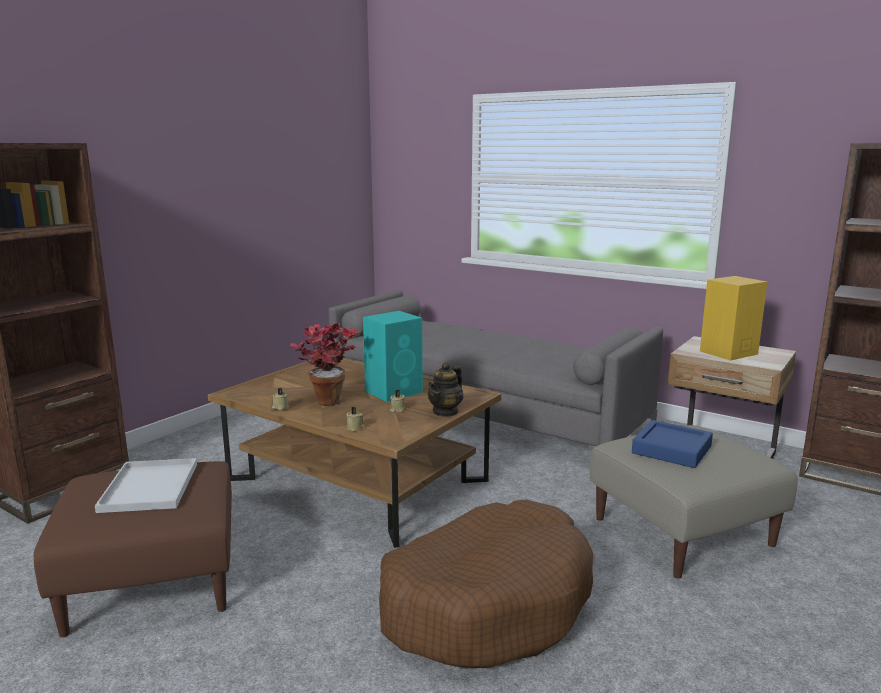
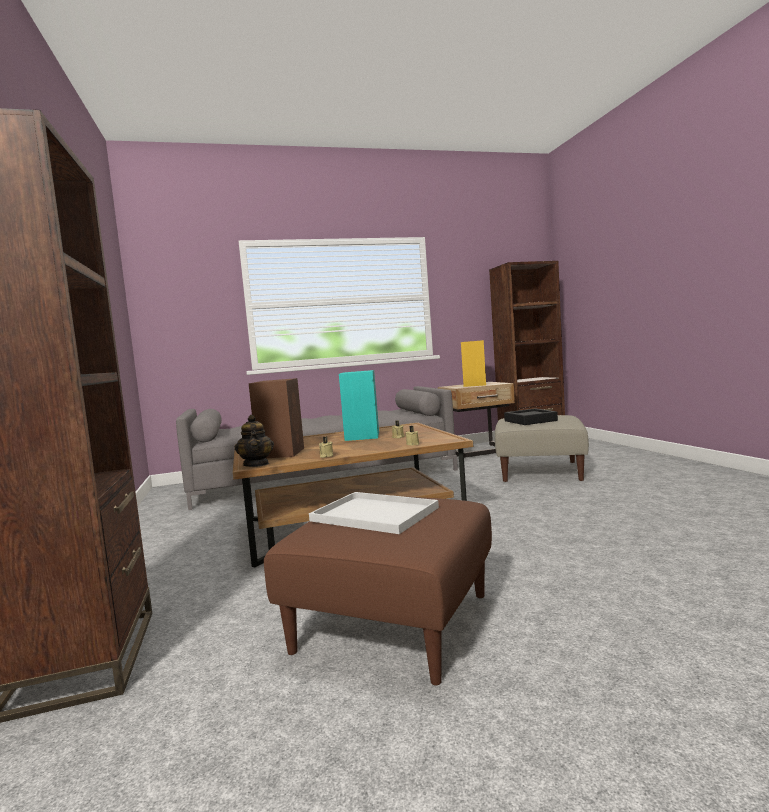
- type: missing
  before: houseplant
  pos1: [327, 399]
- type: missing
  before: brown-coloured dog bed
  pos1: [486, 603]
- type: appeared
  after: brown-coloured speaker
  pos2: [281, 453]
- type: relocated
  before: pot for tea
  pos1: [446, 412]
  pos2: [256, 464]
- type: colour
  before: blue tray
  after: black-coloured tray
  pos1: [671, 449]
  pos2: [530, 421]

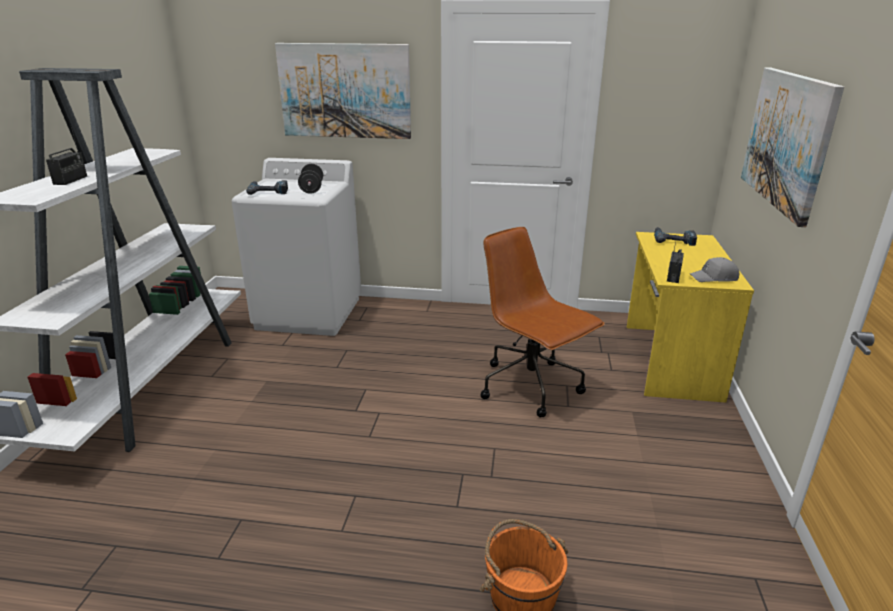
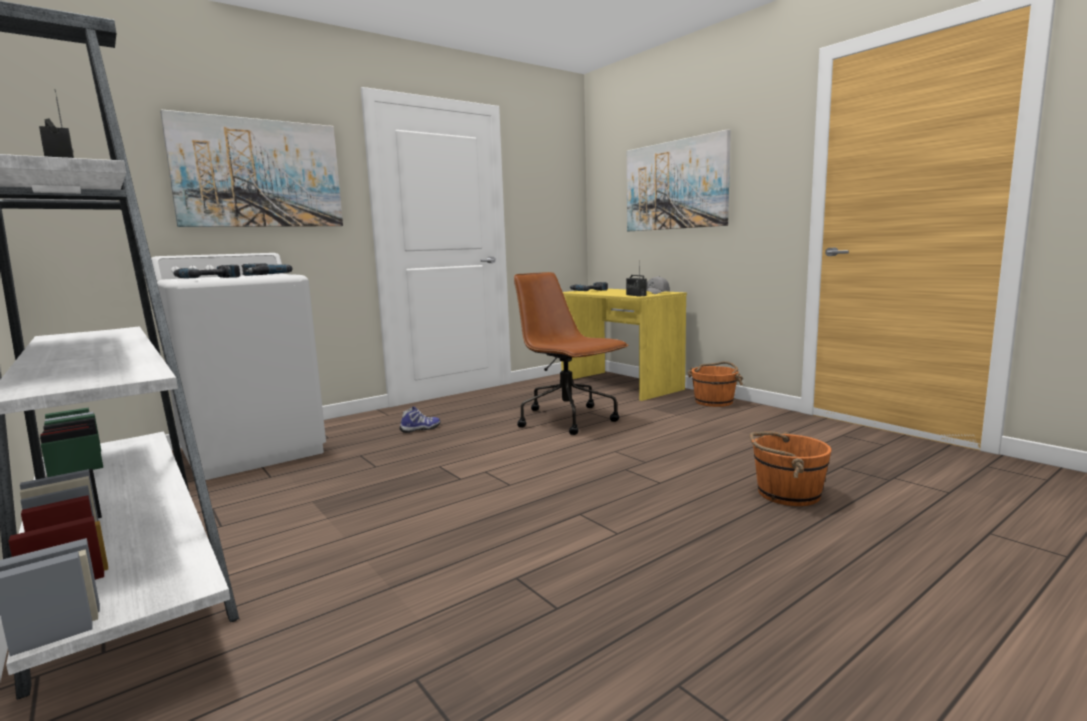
- type: appeared
  after: shoe
  pos2: [420, 429]
- type: appeared
  after: orangey bucket
  pos2: [714, 401]
- type: exchanged
  before: black-coloured dumbbell
  after: power drill
  pos1: [312, 189]
  pos2: [261, 275]
- type: spun
  before: brown-coloured computer chair
  pos1: [531, 387]
  pos2: [568, 420]
  turn: 45

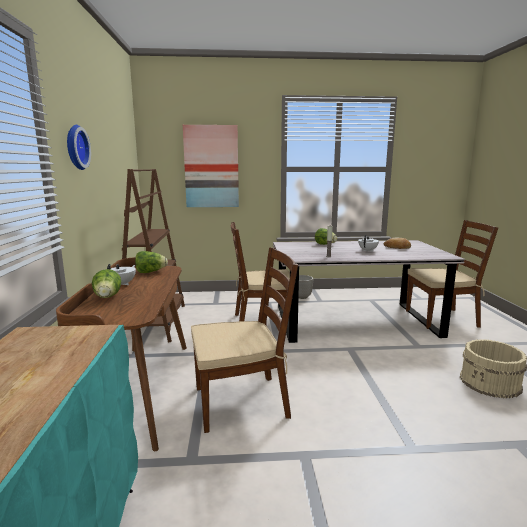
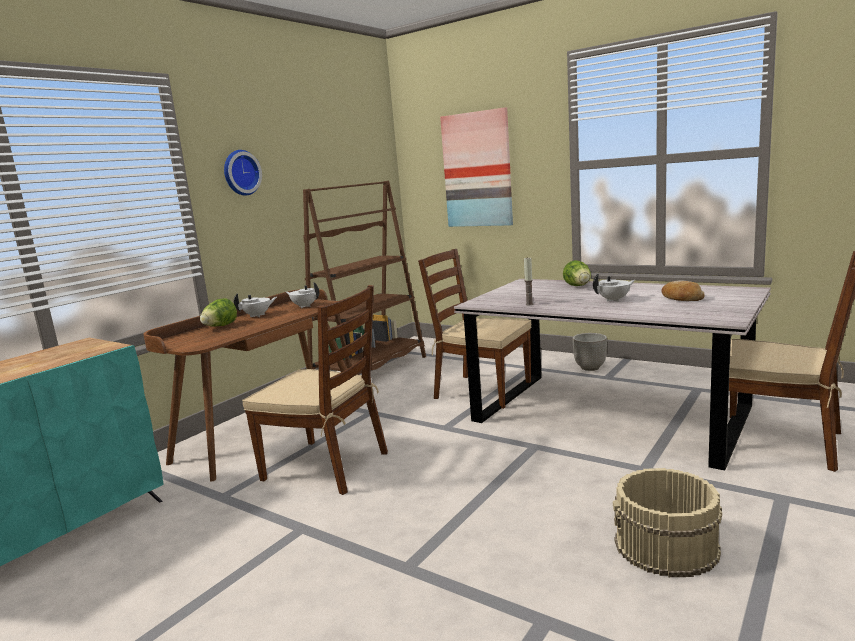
- type: exchanged
  before: lettuce
  after: whitish pot for tea
  pos1: [150, 272]
  pos2: [304, 306]

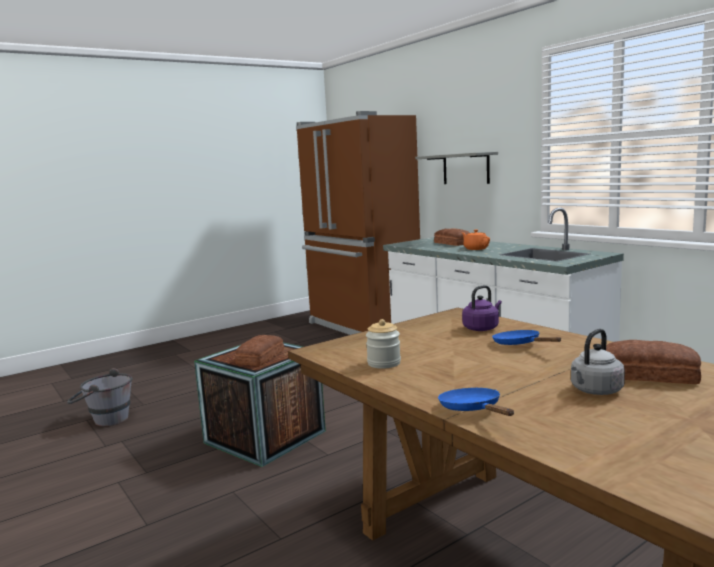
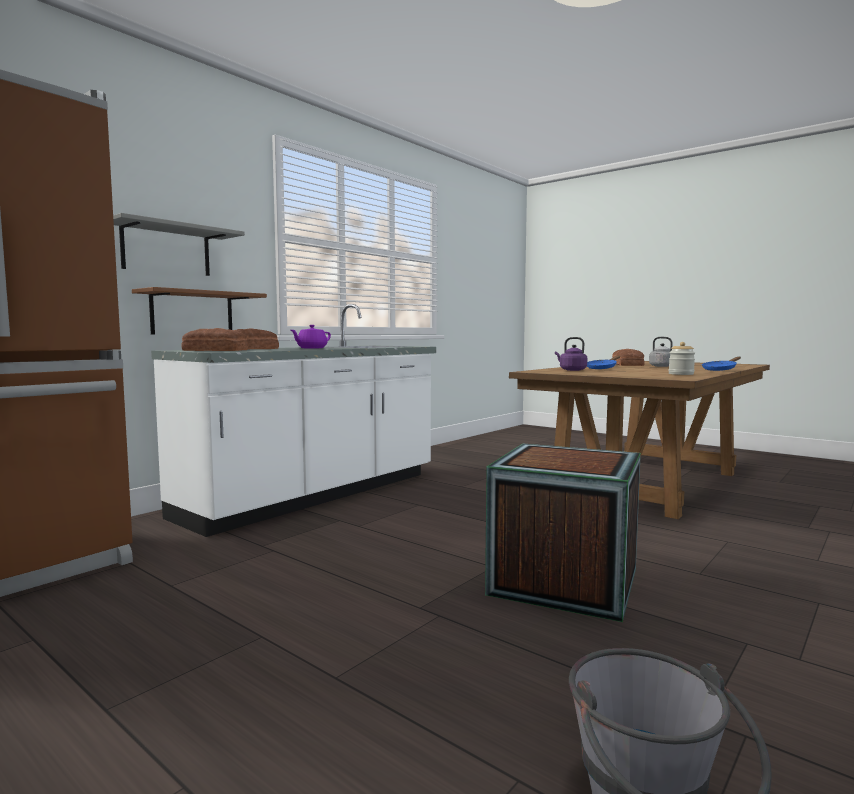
- type: appeared
  after: brown-coloured wall shelf
  pos2: [192, 313]
- type: relocated
  before: bakery bread
  pos1: [259, 357]
  pos2: [215, 350]
- type: colour
  before: orangey pot for tea
  after: purple-coloured pot for tea
  pos1: [475, 249]
  pos2: [311, 348]

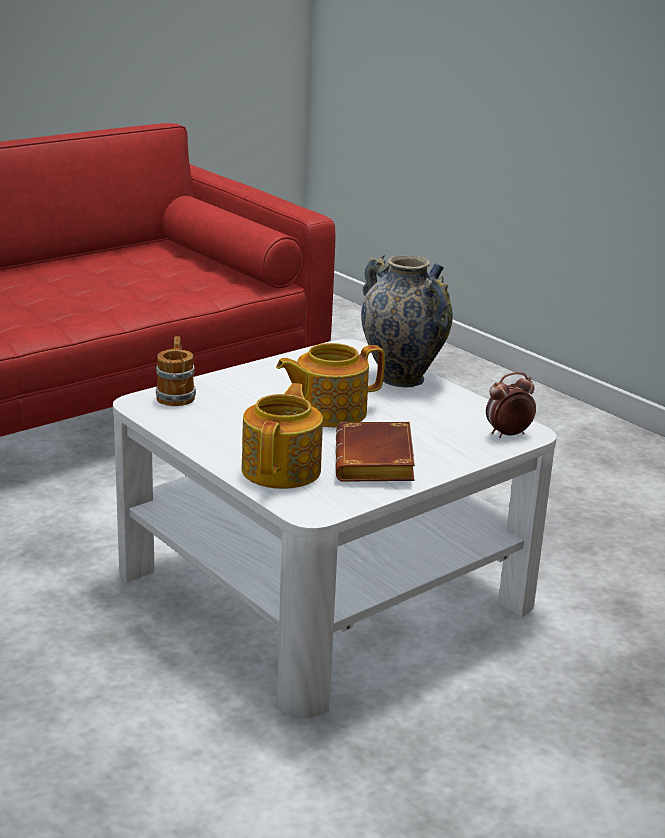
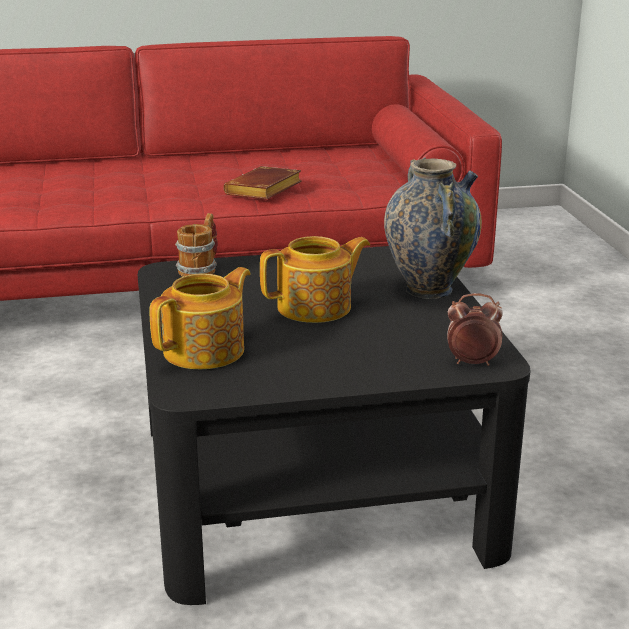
- type: relocated
  before: brown-coloured book
  pos1: [377, 463]
  pos2: [264, 191]
- type: colour
  before: whitish lounge table
  after: black-coloured lounge table
  pos1: [324, 588]
  pos2: [313, 486]
- type: spun
  before: pot for tea
  pos1: [328, 412]
  pos2: [316, 307]
  turn: 150

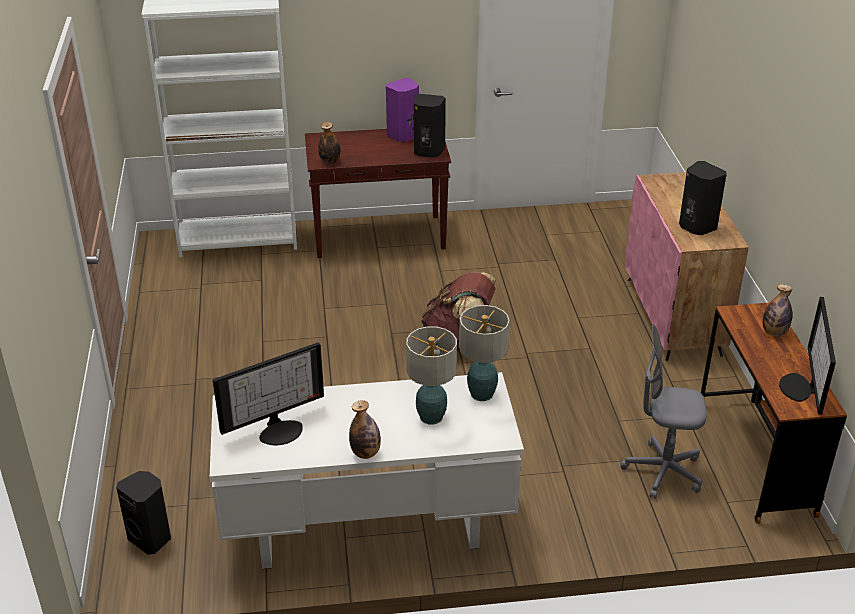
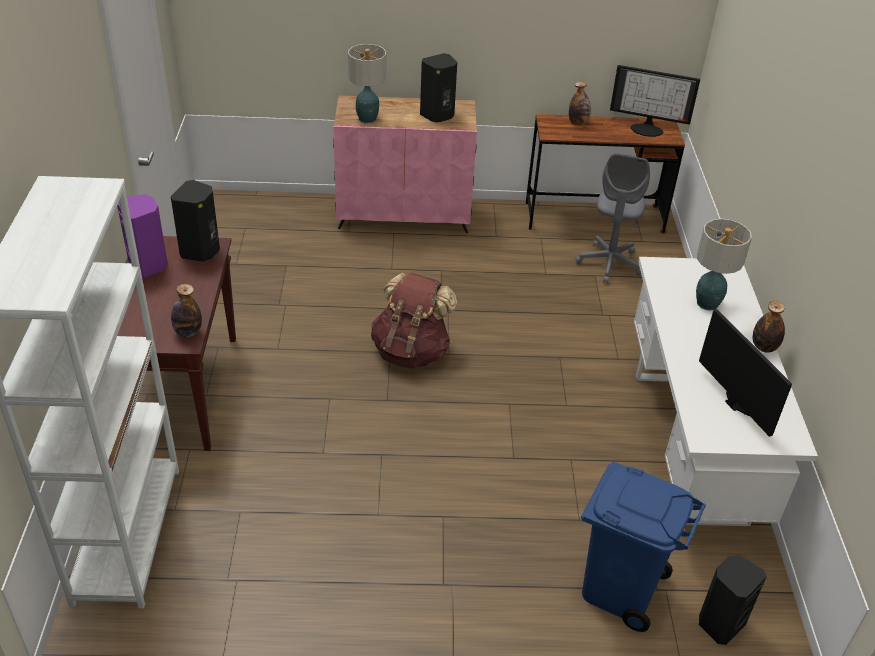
- type: appeared
  after: blue rubbish bin
  pos2: [619, 588]
- type: relocated
  before: lamp for a table
  pos1: [481, 393]
  pos2: [367, 119]

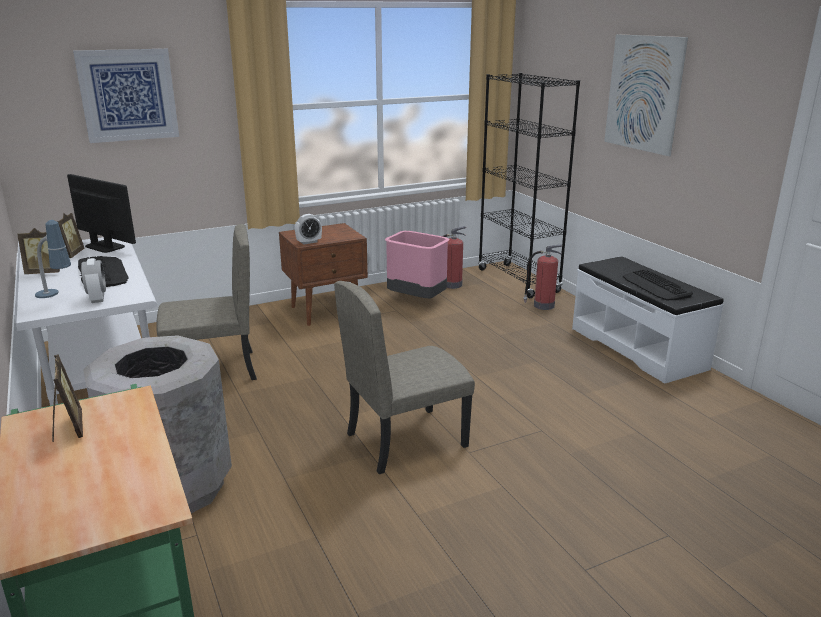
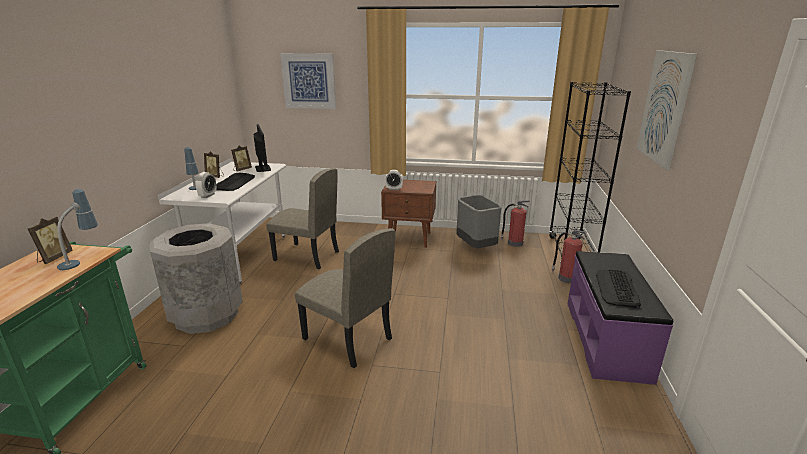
- type: appeared
  after: lamp for a table
  pos2: [82, 260]
- type: colour
  before: pink-coloured rubbish bin
  after: gray rubbish bin
  pos1: [417, 300]
  pos2: [476, 247]
- type: colour
  before: whitish long seat
  after: purple-coloured long seat
  pos1: [638, 348]
  pos2: [607, 339]
- type: spun
  before: beige-coloured plain chair
  pos1: [406, 439]
  pos2: [347, 339]
  turn: -150

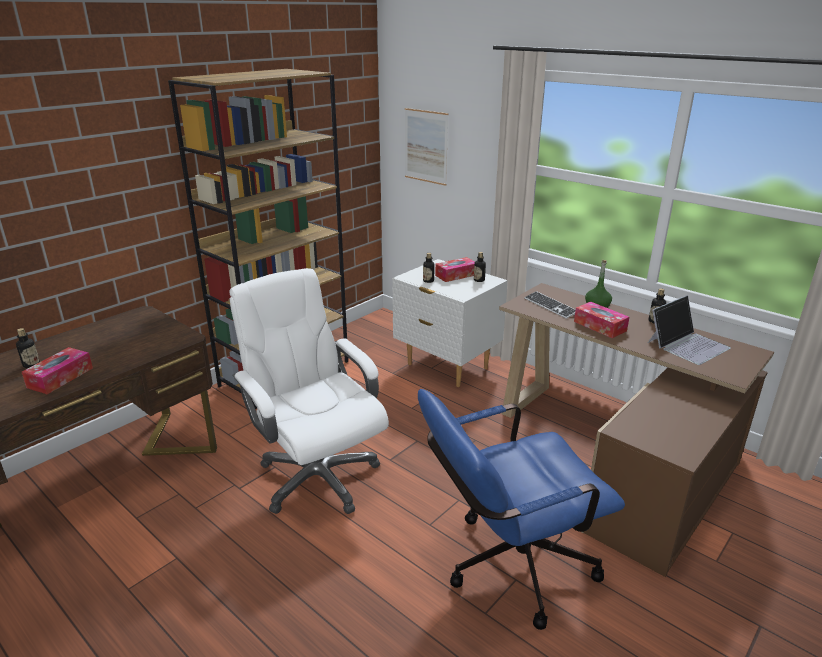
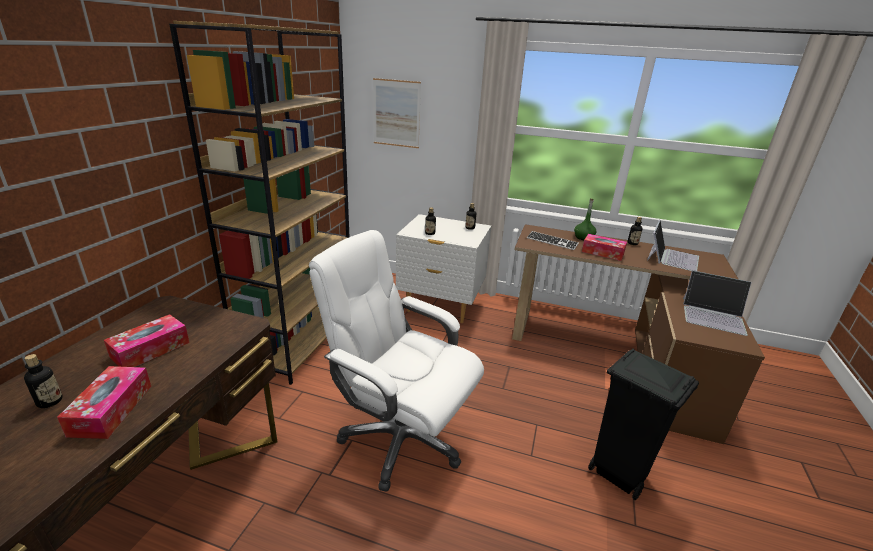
- type: appeared
  after: notebook computer
  pos2: [713, 316]
- type: relocated
  before: tissue holder
  pos1: [456, 275]
  pos2: [150, 350]
- type: exchanged
  before: blue computer chair
  after: black-coloured rubbish bin
  pos1: [507, 566]
  pos2: [618, 474]

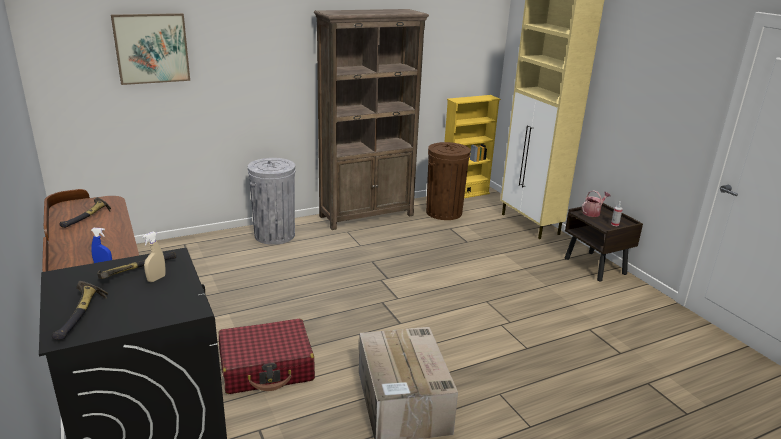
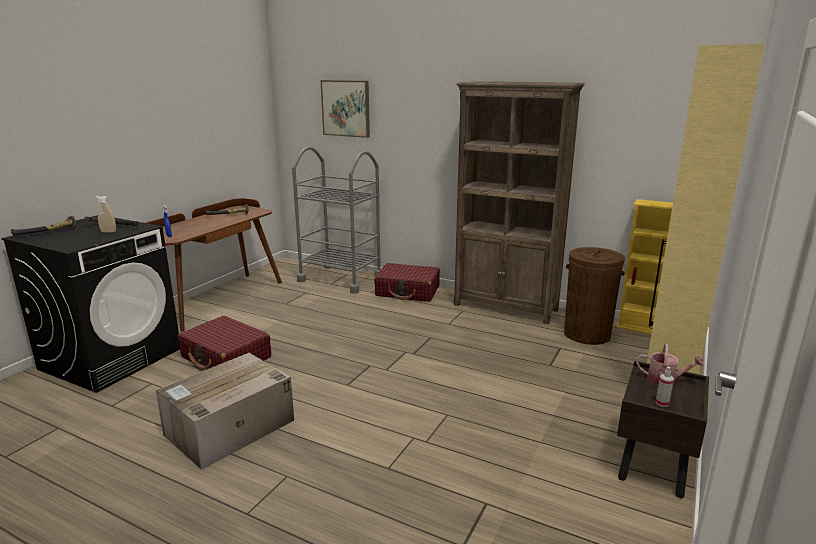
- type: appeared
  after: gray trolley
  pos2: [340, 279]
- type: exchanged
  before: gray rubbish bin
  after: red-coloured piece of luggage
  pos1: [274, 235]
  pos2: [408, 291]

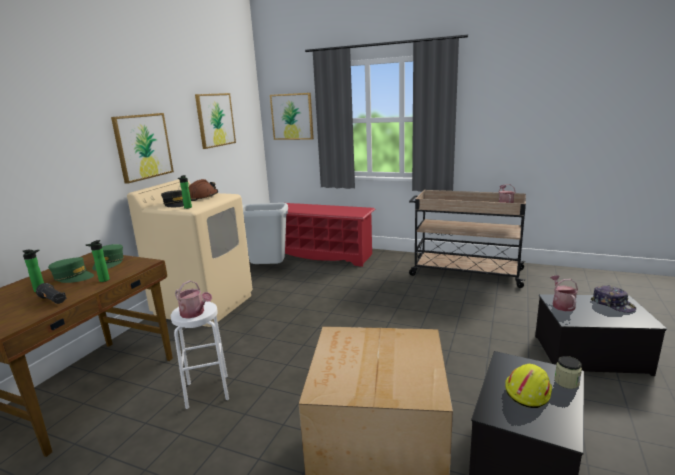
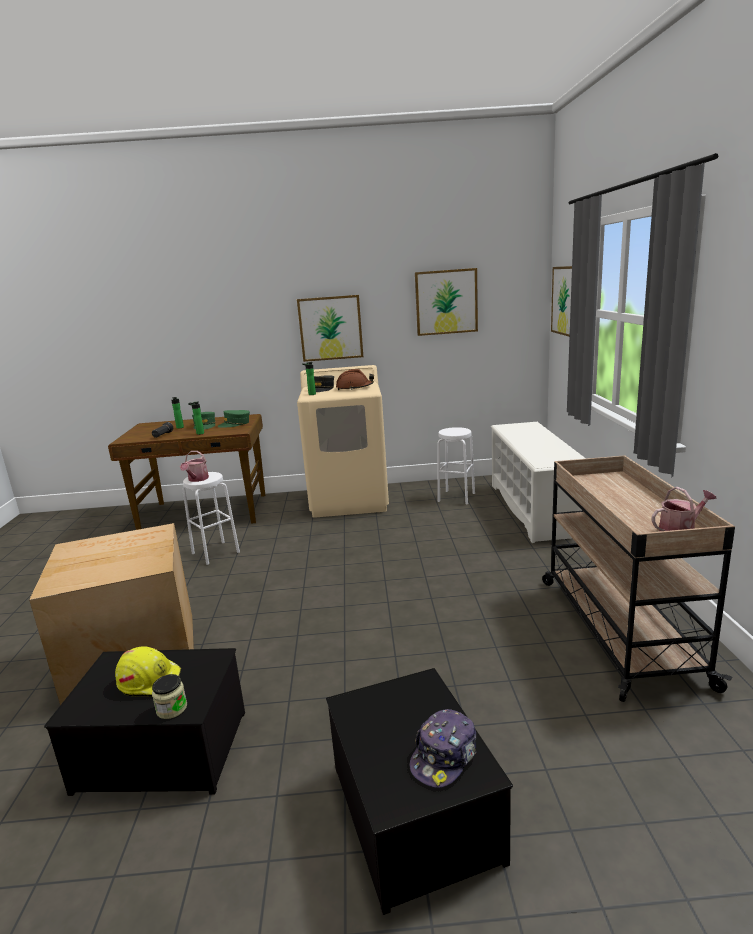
- type: missing
  before: watering can
  pos1: [562, 304]
- type: exchanged
  before: gray rubbish bin
  after: whitish sitting stool
  pos1: [269, 269]
  pos2: [456, 497]
- type: colour
  before: red-coloured shoe stand
  after: whitish shoe stand
  pos1: [321, 255]
  pos2: [534, 509]

